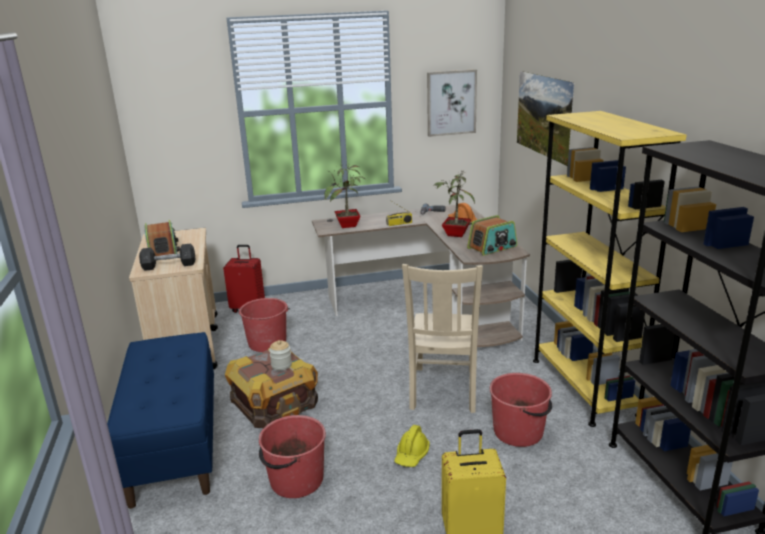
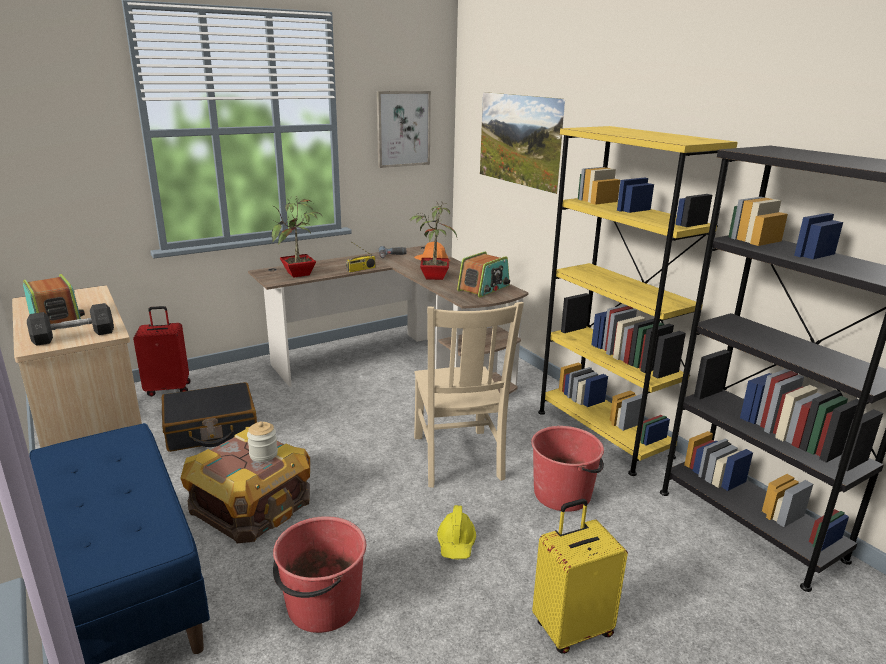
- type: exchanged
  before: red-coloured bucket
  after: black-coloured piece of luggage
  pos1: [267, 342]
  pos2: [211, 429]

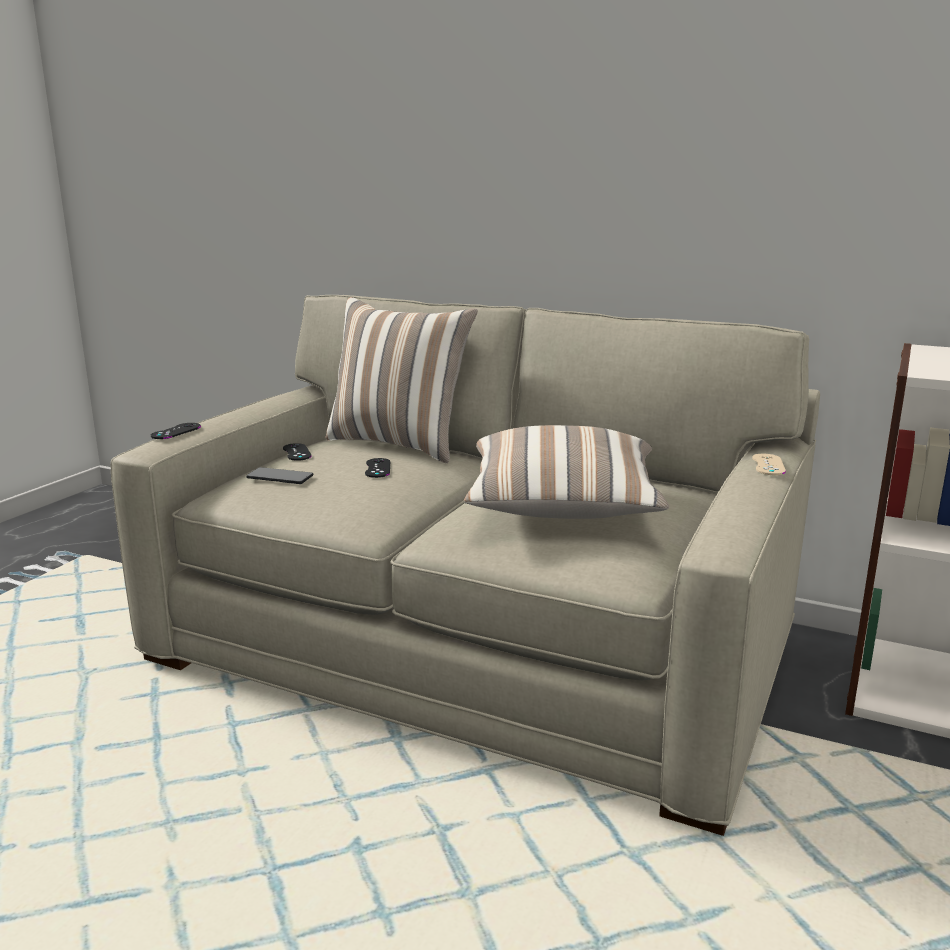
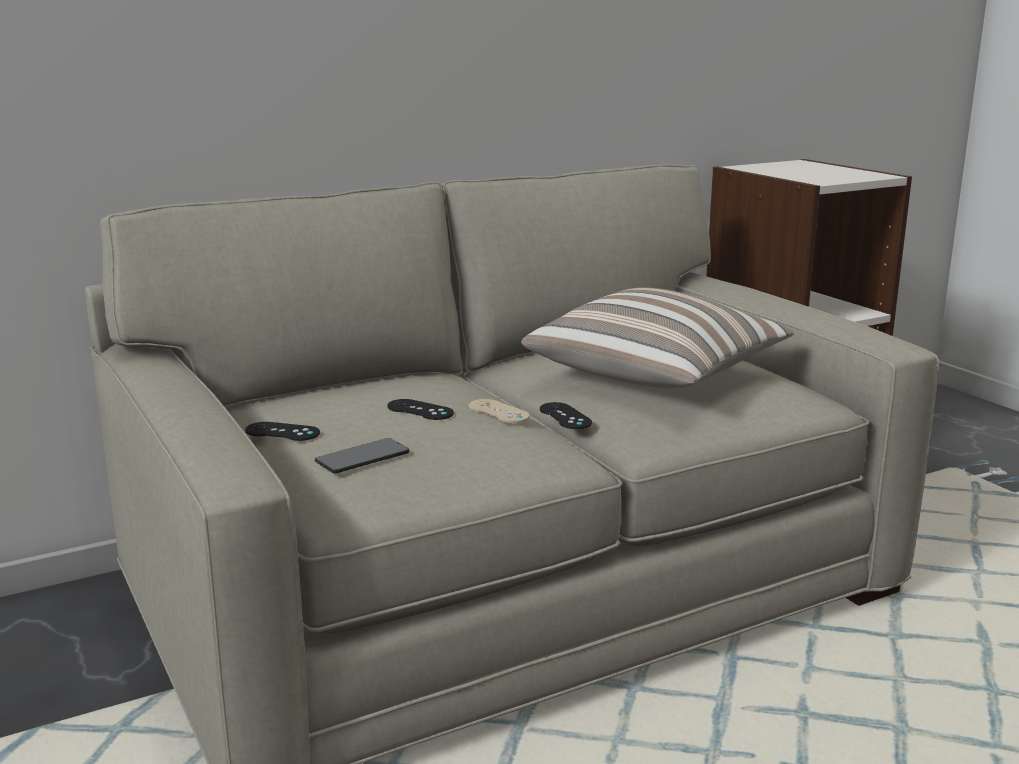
- type: missing
  before: throw pillow
  pos1: [400, 444]
- type: relocated
  before: black-coloured game controller
  pos1: [176, 431]
  pos2: [565, 416]
- type: relocated
  before: beige-coloured game controller
  pos1: [768, 465]
  pos2: [498, 411]

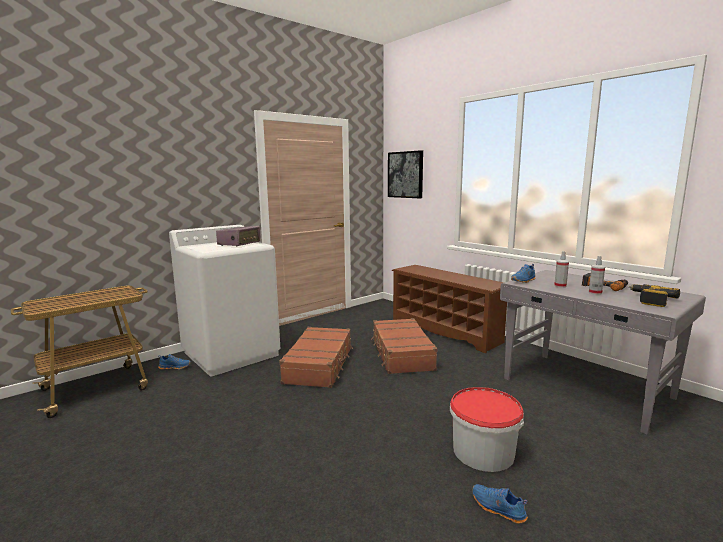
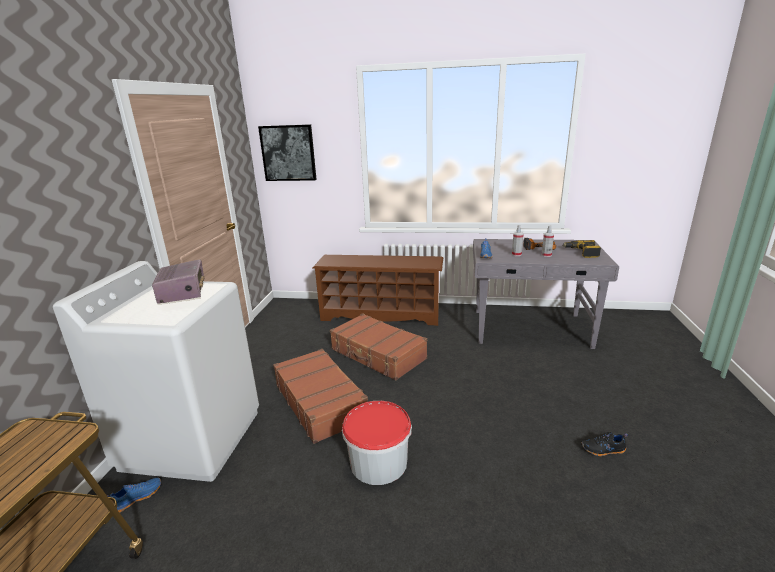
- type: relocated
  before: bucket
  pos1: [483, 451]
  pos2: [379, 462]
- type: colour
  before: blue shoe
  after: black-coloured shoe
  pos1: [497, 509]
  pos2: [603, 450]

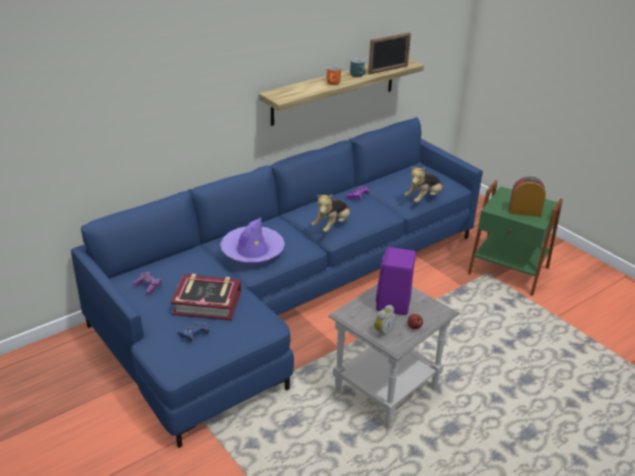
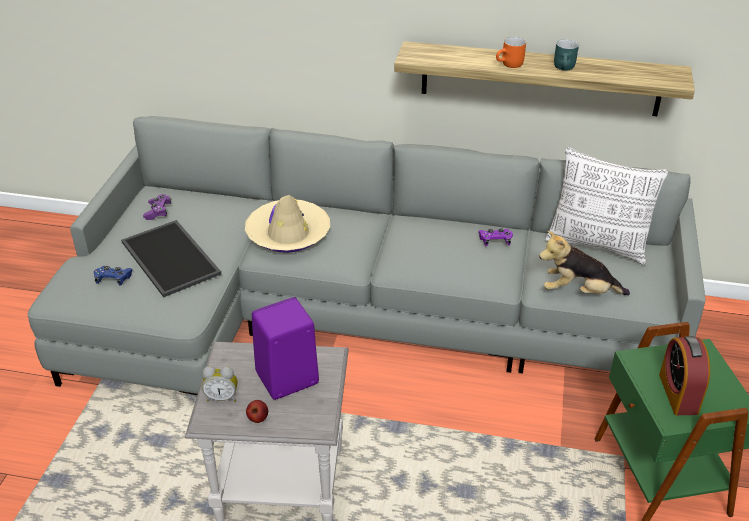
- type: missing
  before: cuddly toy
  pos1: [332, 226]
- type: missing
  before: picture frame
  pos1: [388, 70]
- type: appeared
  after: throw pillow
  pos2: [597, 245]
- type: exchanged
  before: book
  after: tray
  pos1: [207, 302]
  pos2: [172, 258]
- type: colour
  before: blue couch
  after: gray couch
  pos1: [286, 294]
  pos2: [352, 315]
- type: colour
  before: purple-coloured clothing hat
  after: beige-coloured clothing hat
  pos1: [252, 251]
  pos2: [288, 233]
- type: spun
  before: bedside clock
  pos1: [524, 211]
  pos2: [678, 393]
  turn: -150

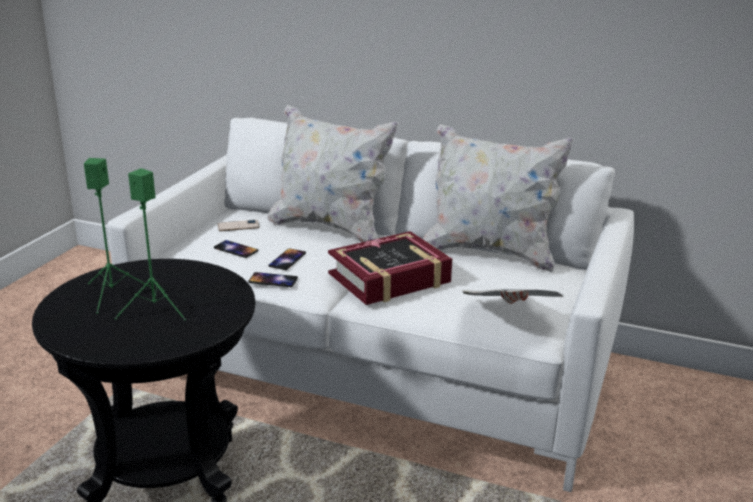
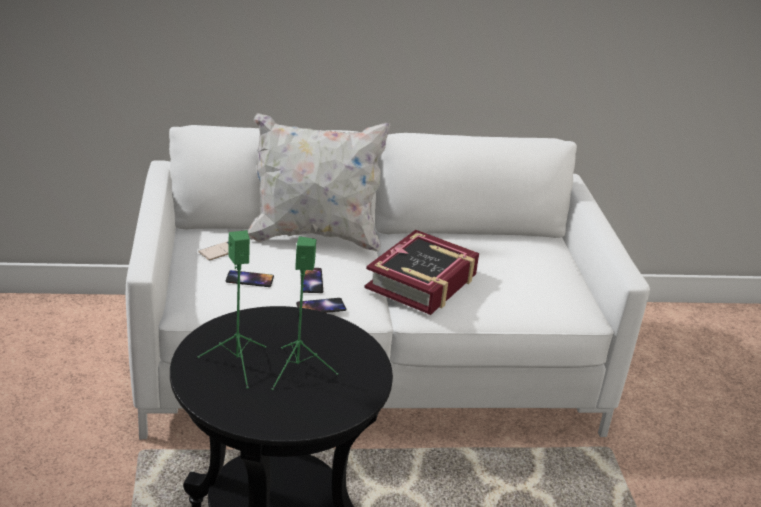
- type: missing
  before: whitish throw pillow
  pos1: [490, 252]
- type: missing
  before: printed paper
  pos1: [509, 318]

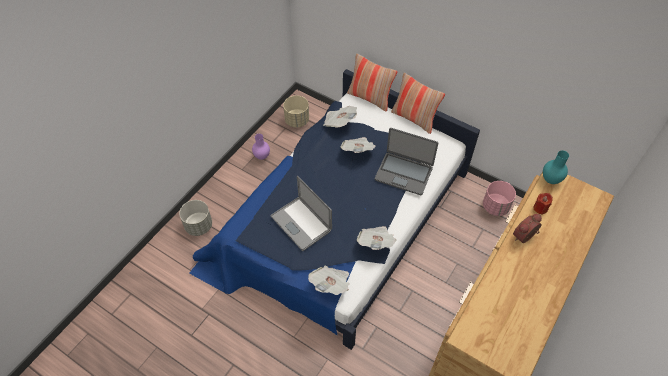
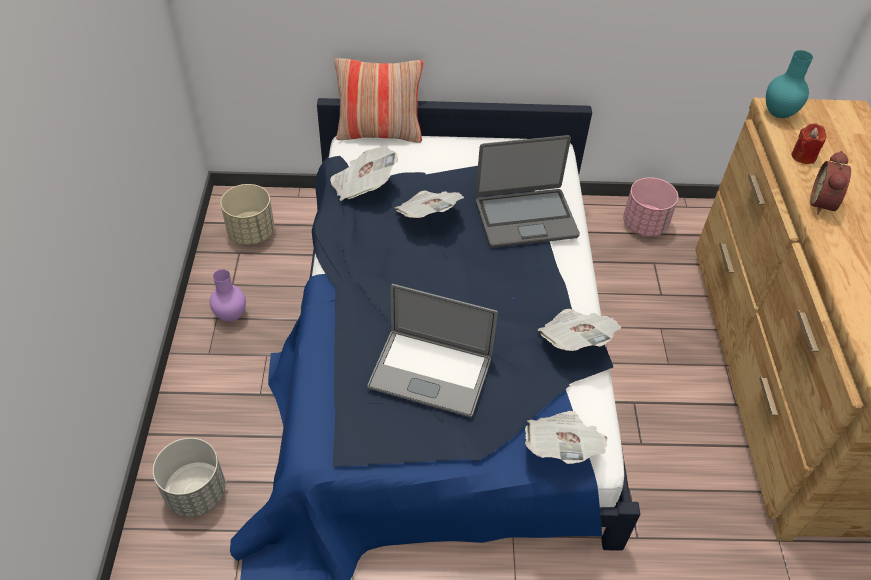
- type: missing
  before: throw pillow
  pos1: [414, 118]

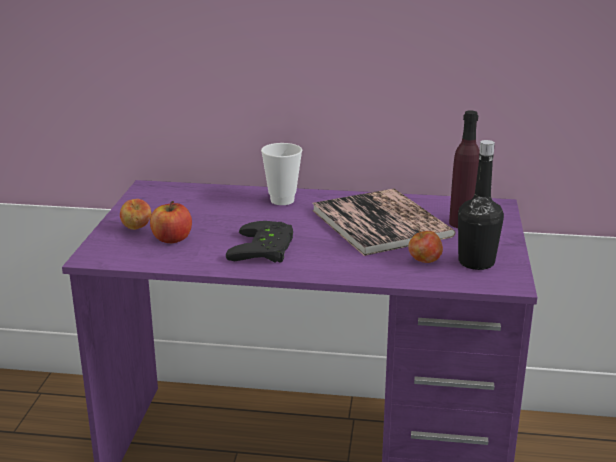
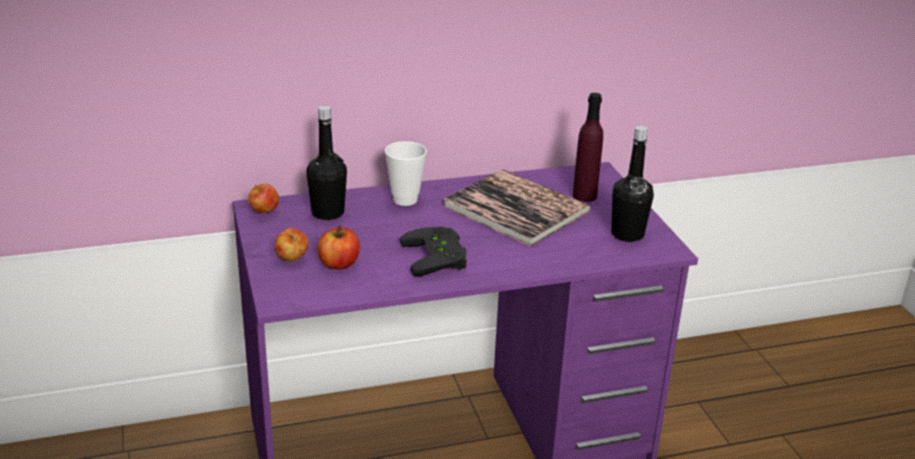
- type: appeared
  after: black-coloured bottle
  pos2: [328, 213]
- type: relocated
  before: whole apple
  pos1: [424, 262]
  pos2: [264, 212]

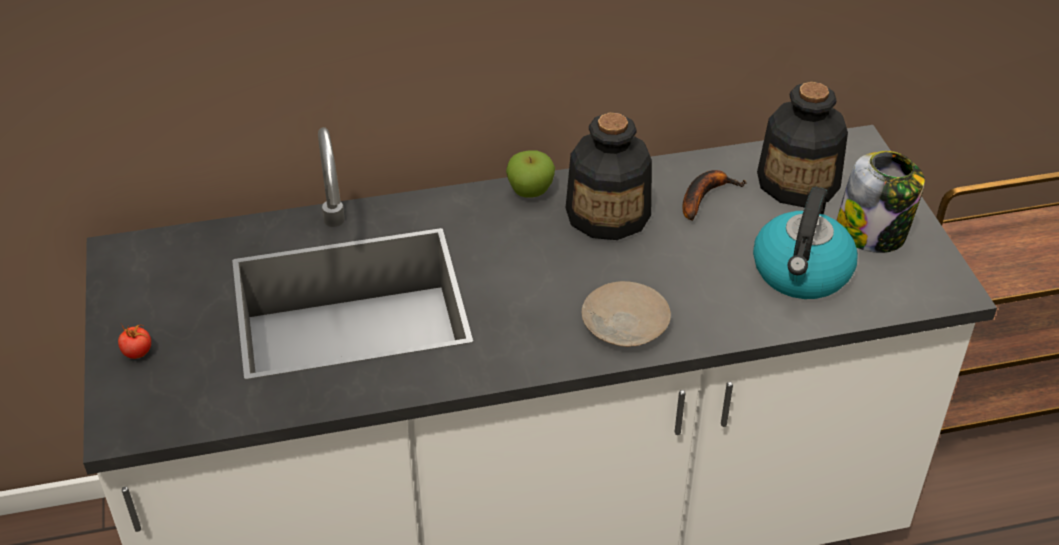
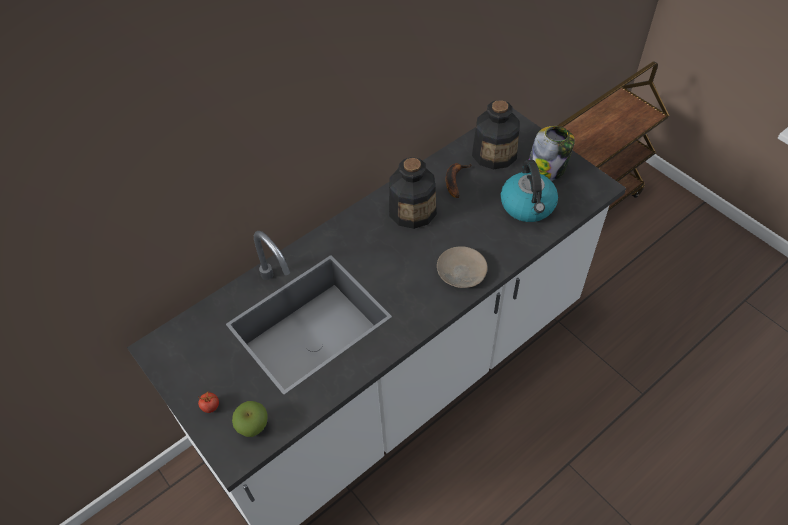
- type: relocated
  before: whole apple
  pos1: [530, 192]
  pos2: [253, 427]

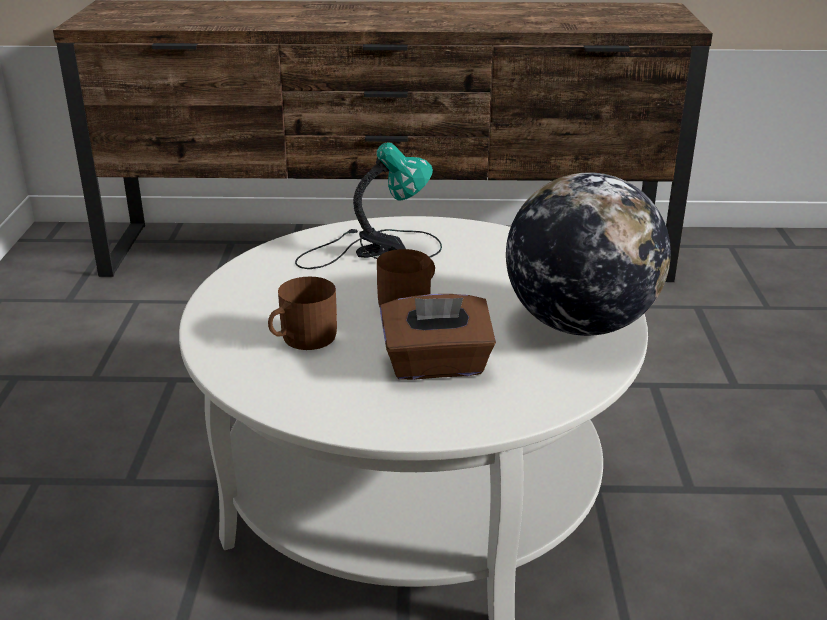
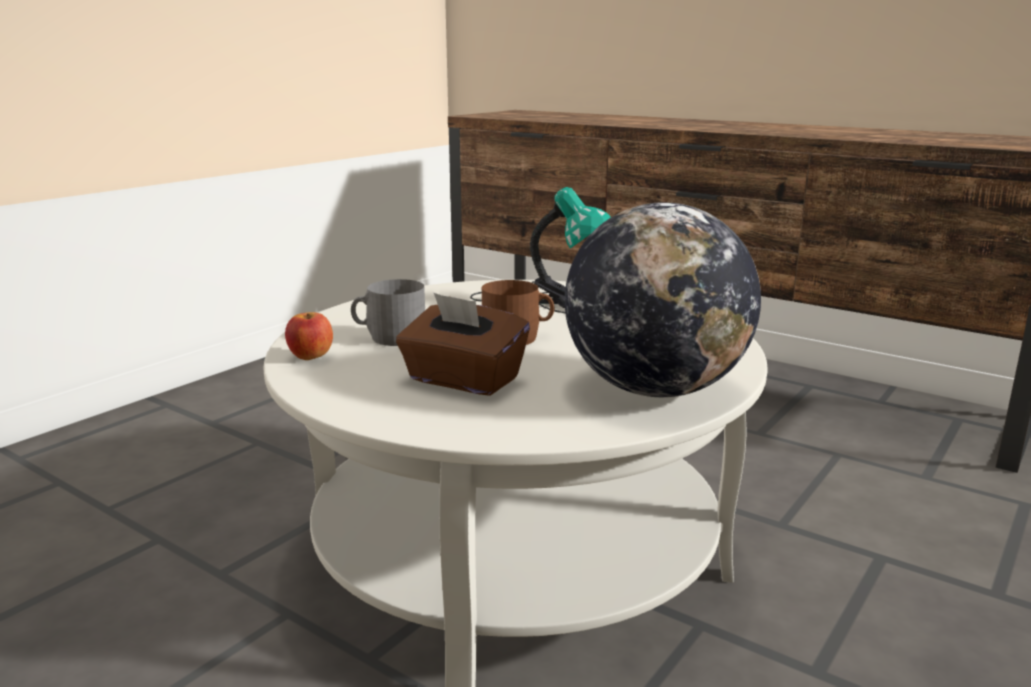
- type: appeared
  after: whole apple
  pos2: [311, 357]
- type: colour
  before: brown-coloured coffee mug
  after: gray coffee mug
  pos1: [302, 339]
  pos2: [389, 337]

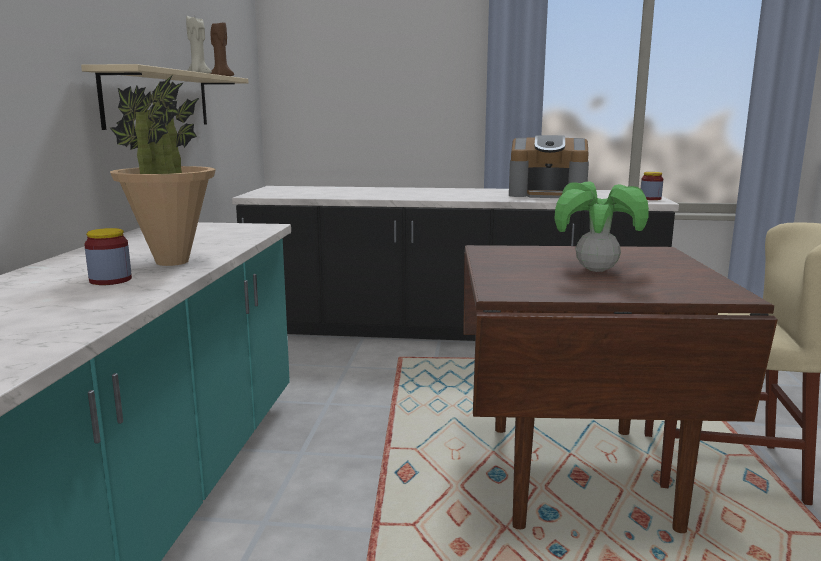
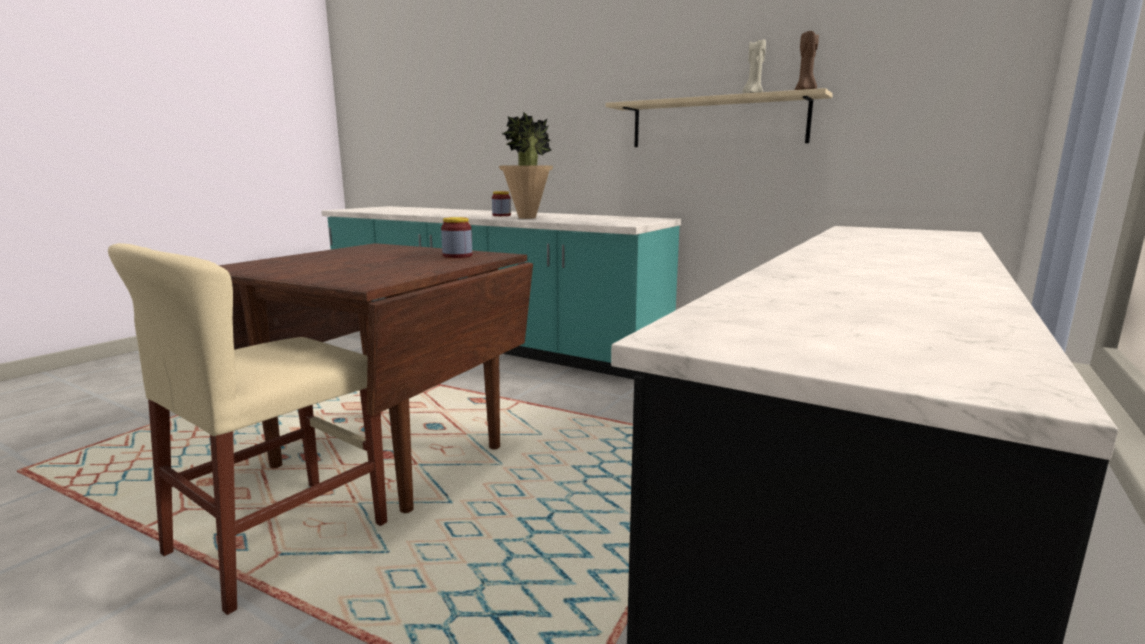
- type: missing
  before: coffee machine
  pos1: [547, 194]
- type: missing
  before: houseplant
  pos1: [596, 270]
- type: relocated
  before: storage jar
  pos1: [650, 199]
  pos2: [457, 256]

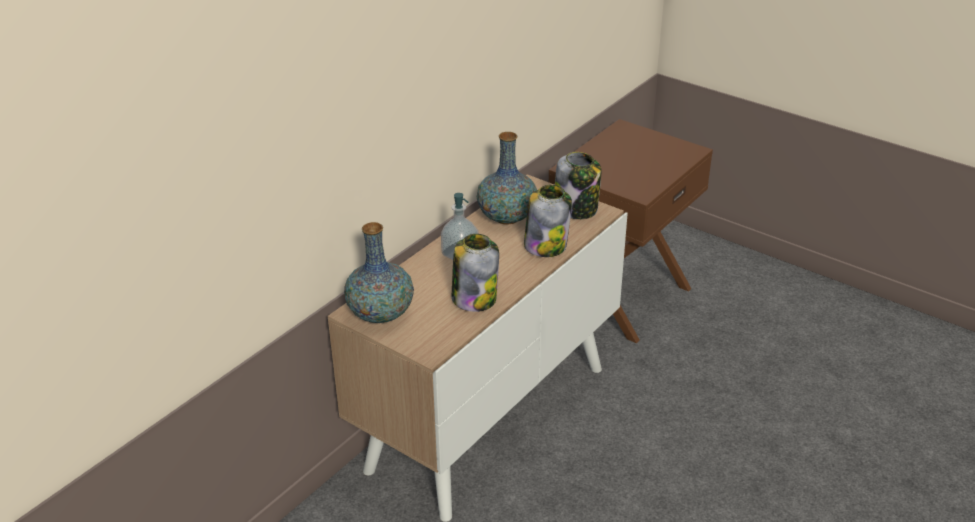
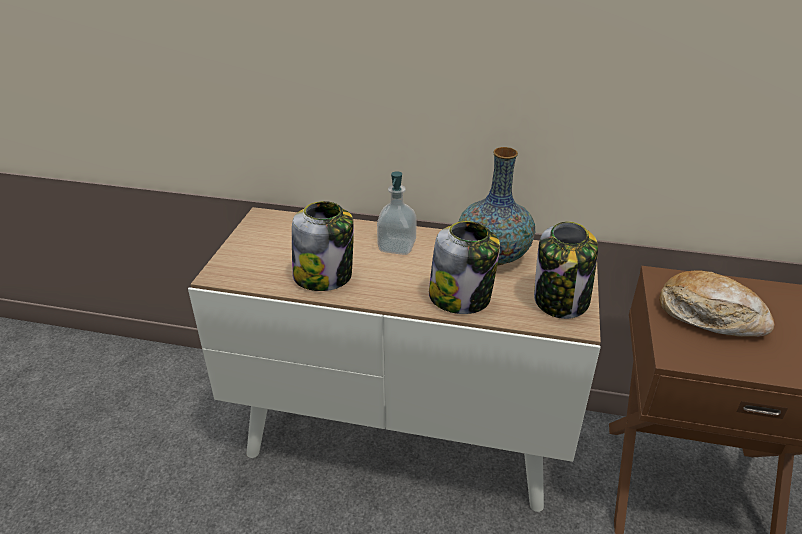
- type: missing
  before: flower vase
  pos1: [380, 313]
- type: appeared
  after: bakery bread
  pos2: [710, 316]

